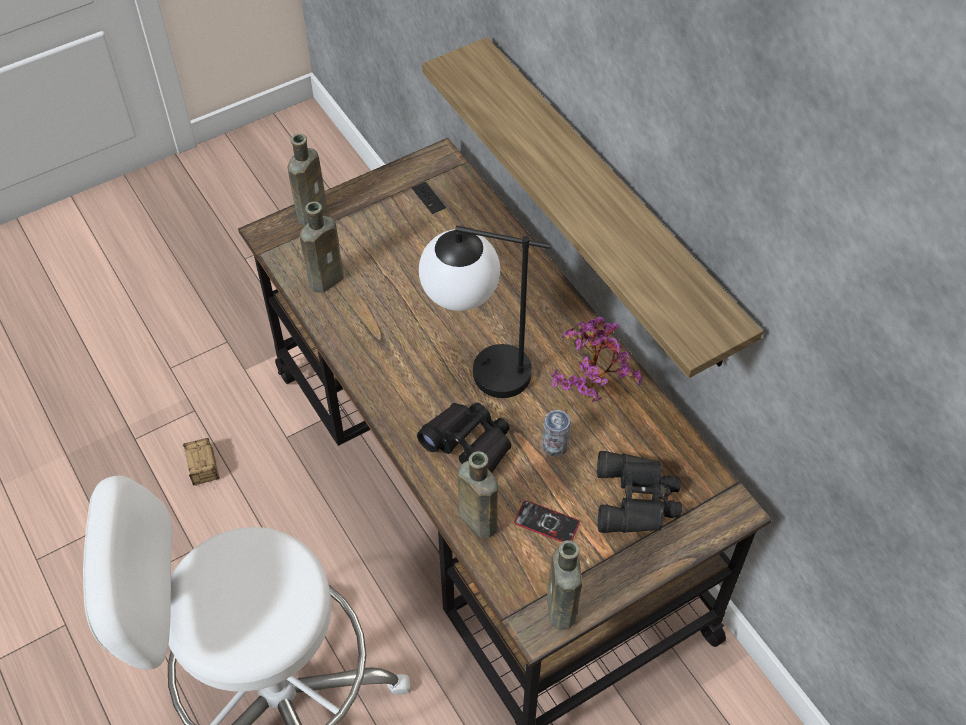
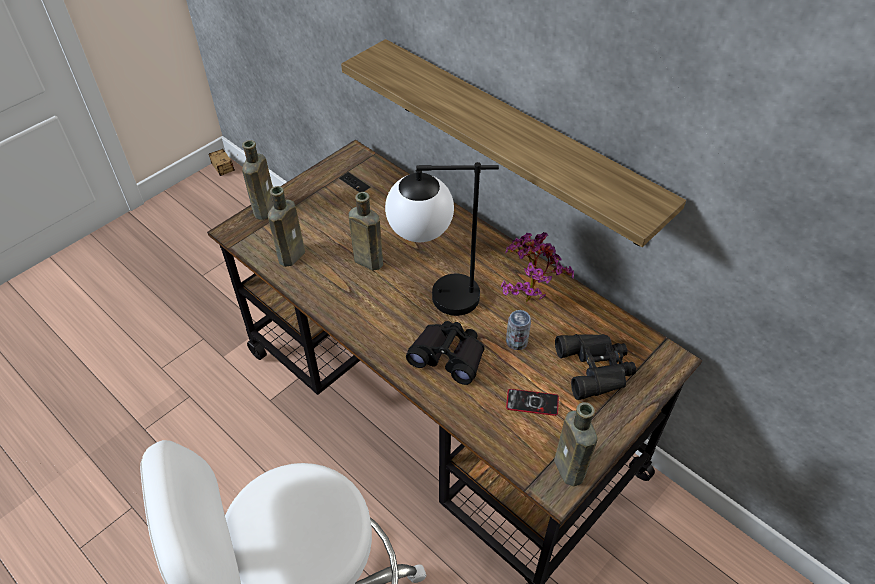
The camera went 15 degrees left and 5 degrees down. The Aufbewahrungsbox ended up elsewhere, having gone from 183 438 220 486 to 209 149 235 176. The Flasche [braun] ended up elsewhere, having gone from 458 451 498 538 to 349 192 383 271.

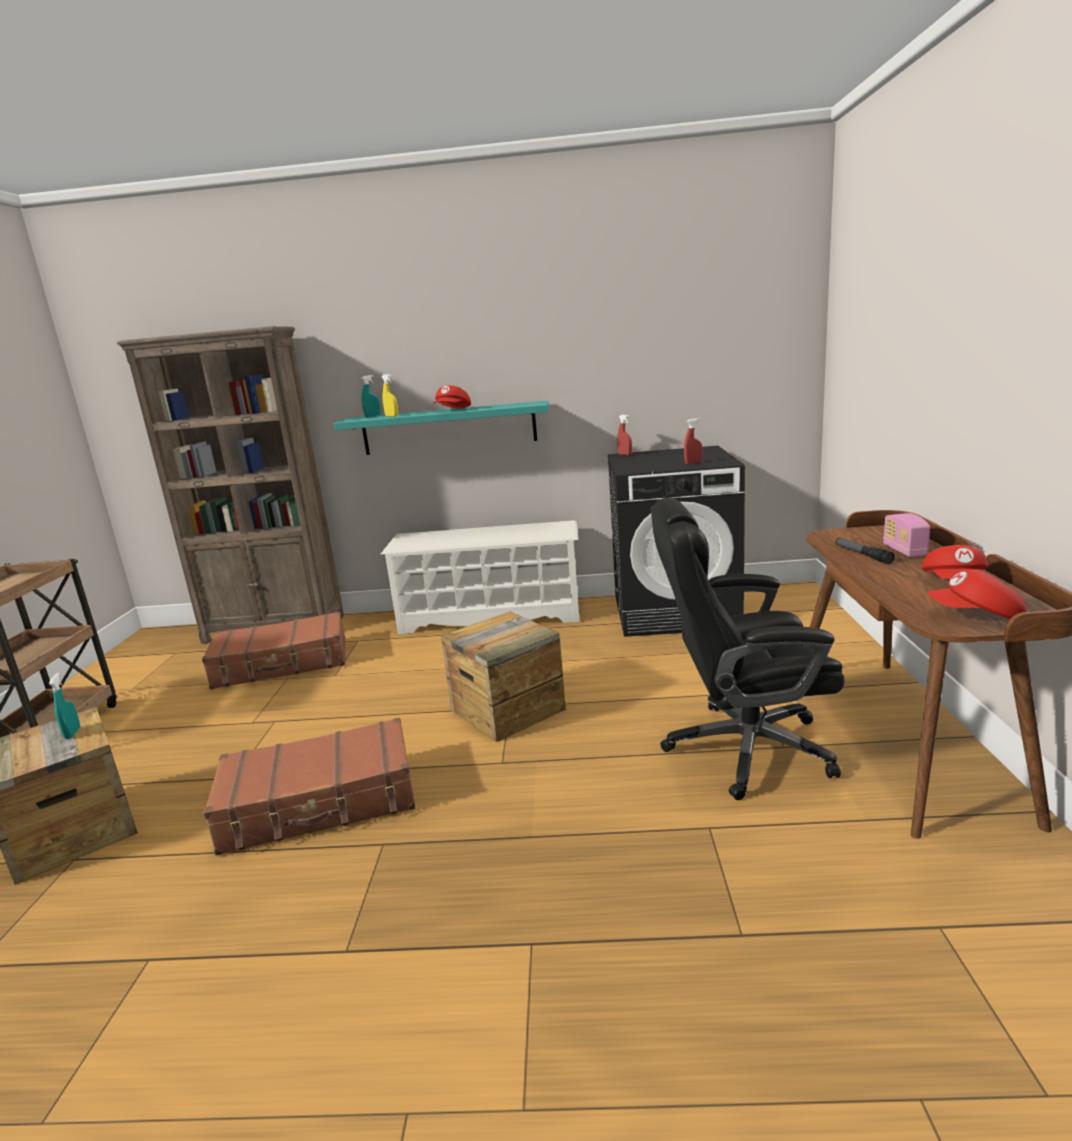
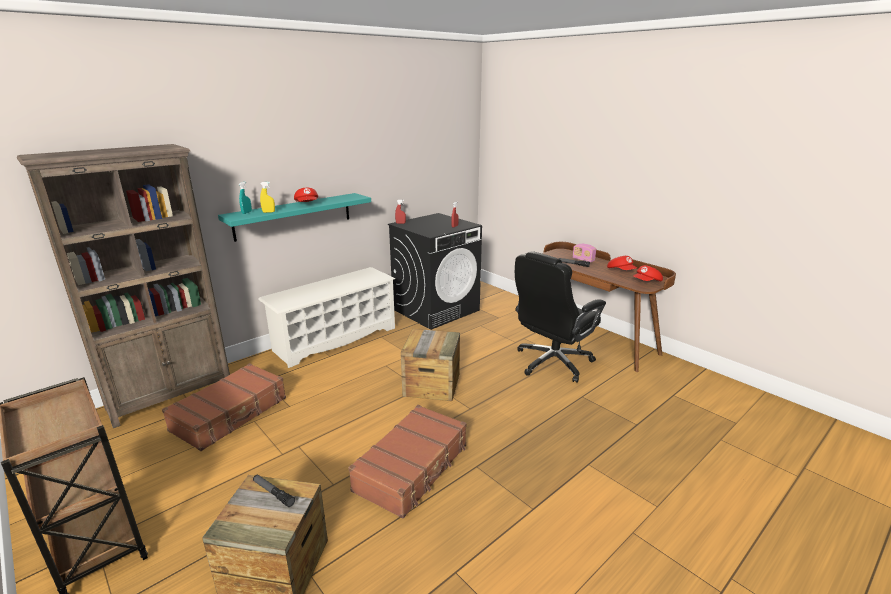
The camera went 45 degrees left and 5 degrees up. Where the Sprühflasche [türkis] stood at 49 673 80 739, the Taschenlampe came to stand at 253 475 295 507.

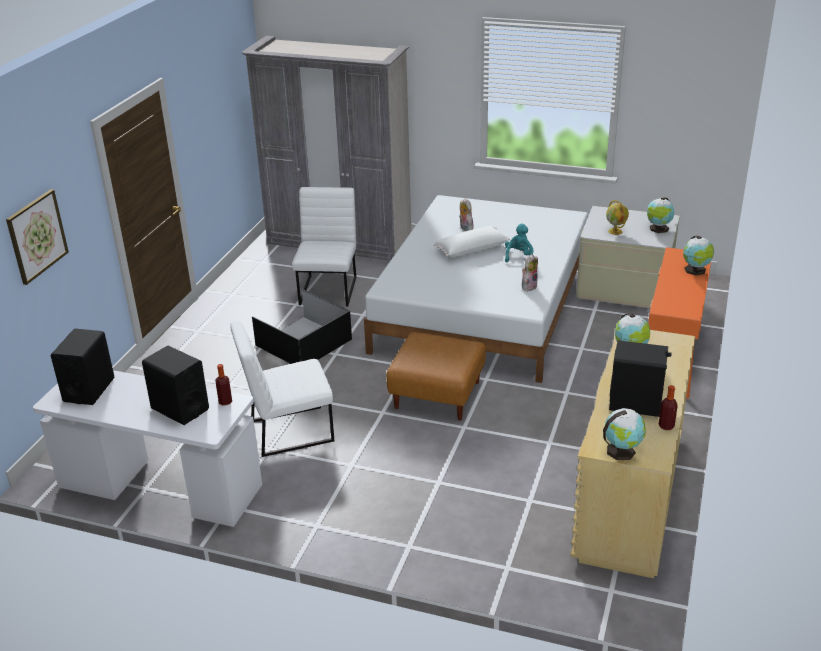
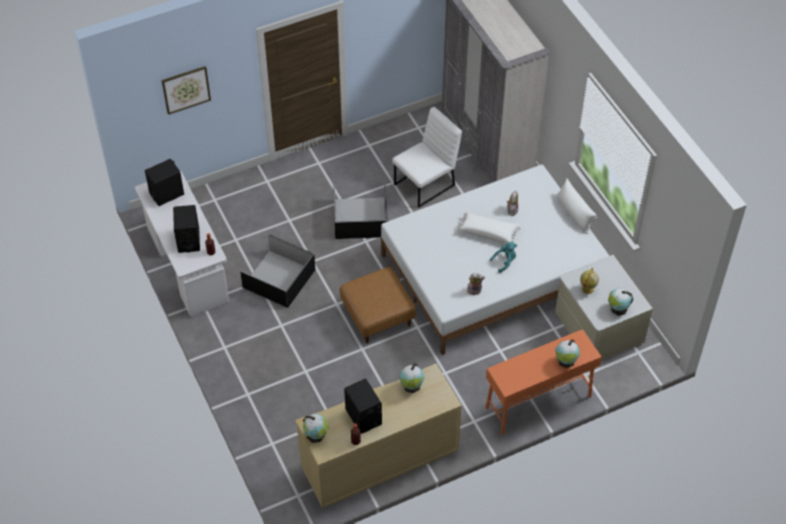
The camera went 45 degrees right and 20 degrees up. Where the Stuhl [weiß] stood at 230 320 334 457, the Aufbewahrungsbox [schwarz] came to stand at 240 234 315 307. The second view gained the Kissen [weiß] at 557 178 598 234.

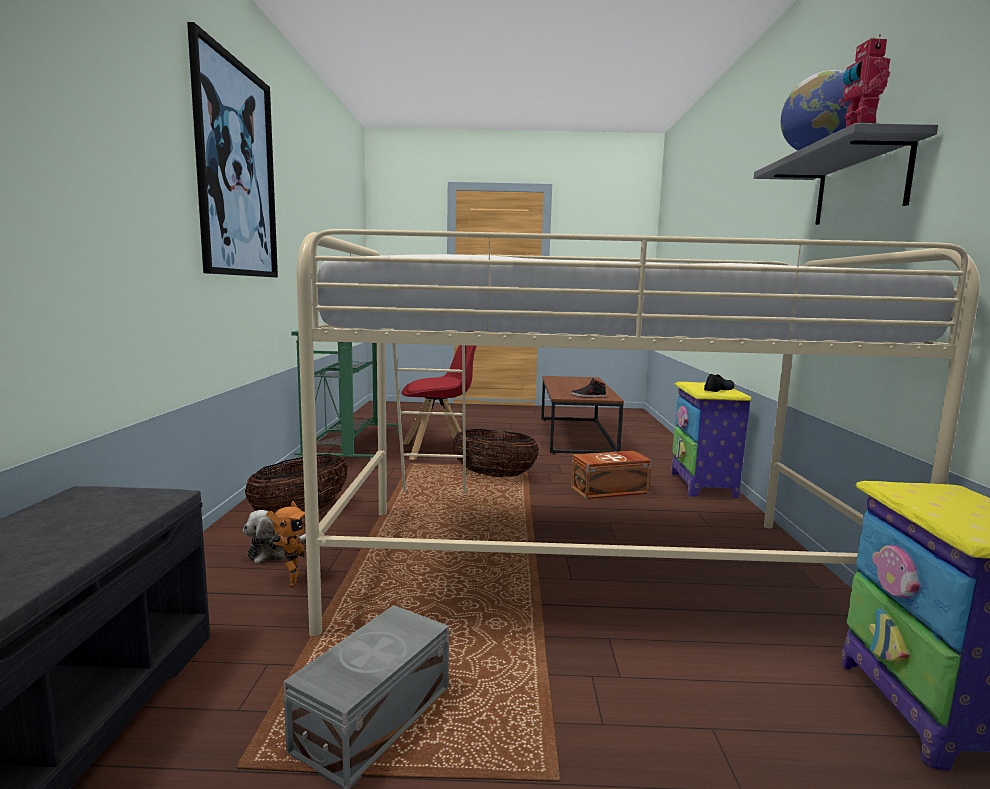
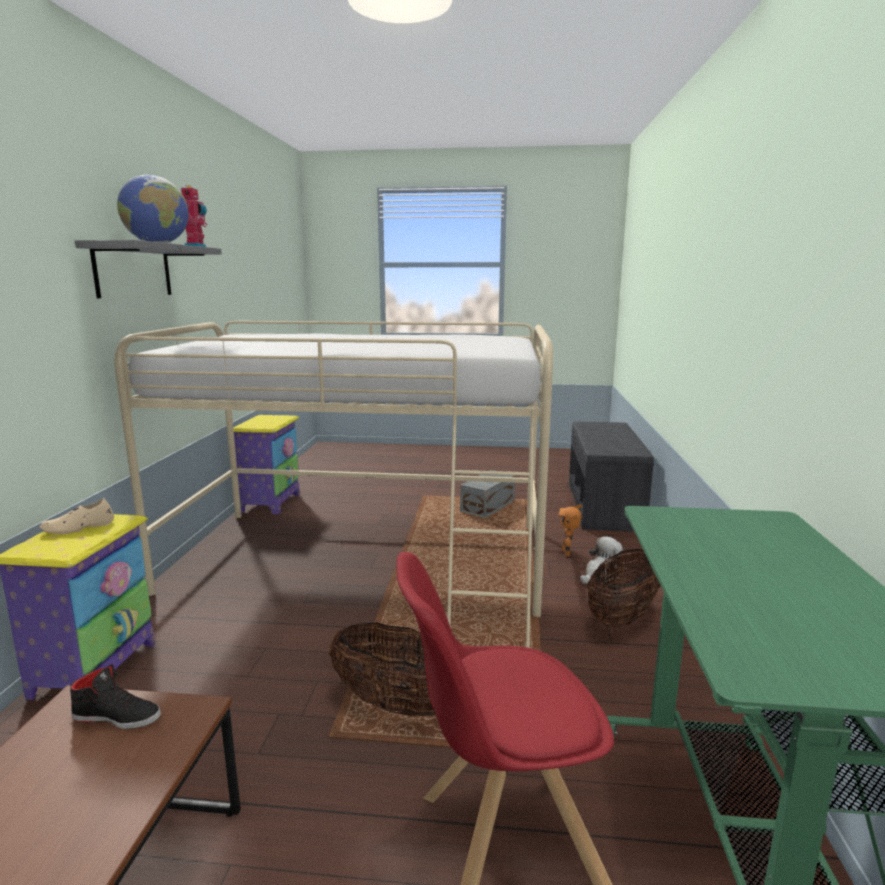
The camera went 175 degrees left and 5 degrees up. The second view lost the Bild at 187 22 278 277. The second view lost the Aufbewahrungsbox [braun] at 571 451 652 499. What was the Schuh [schwarz] at 704 374 734 392 turned into the Schuh [beige] at 40 498 114 534.

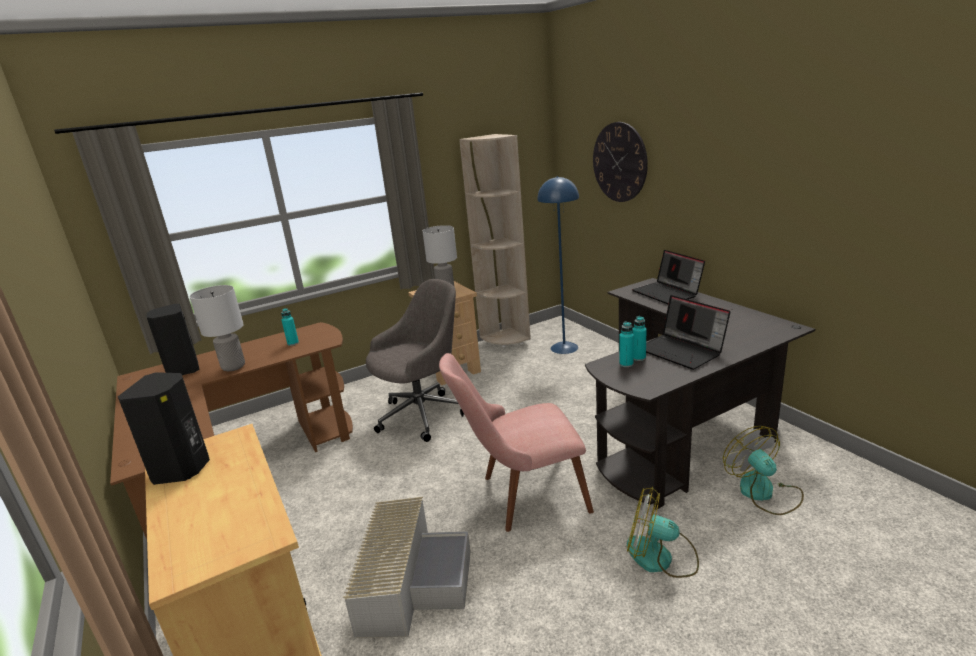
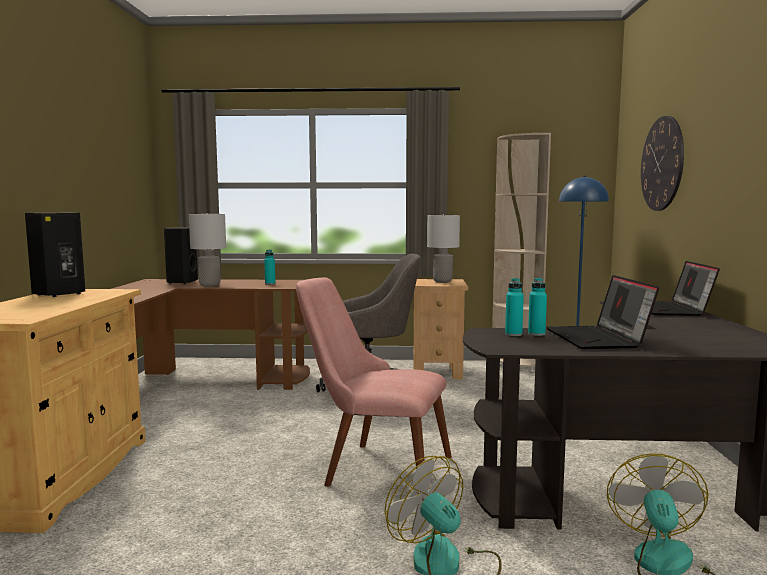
The camera went 30 degrees right and 15 degrees down. The second view lost the Aufbewahrungsbox [grau] at 343 497 471 638.

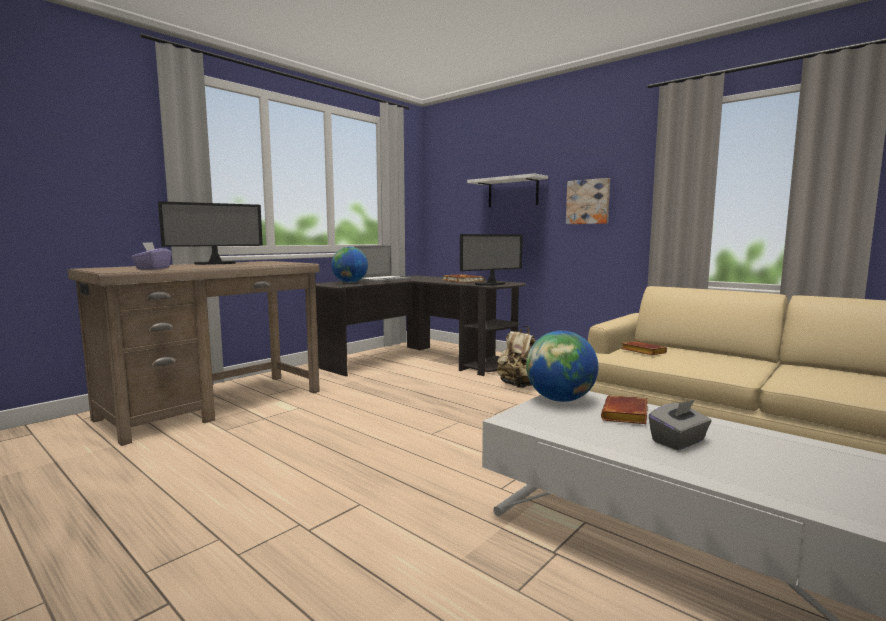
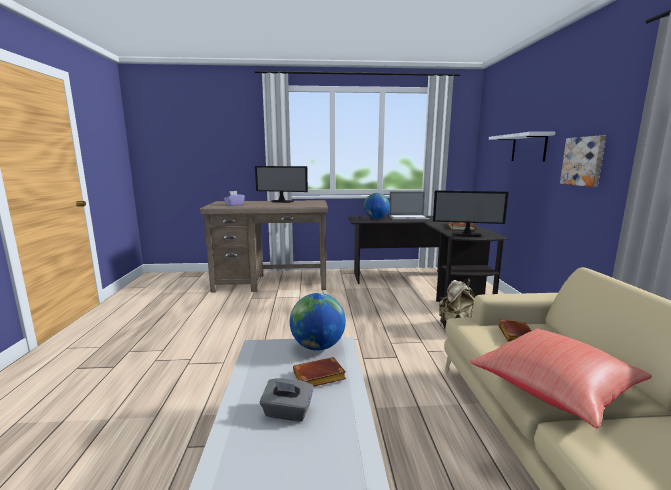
The camera went 45 degrees right and 5 degrees up. The second view gained the Kissen [rot] at 470 328 652 428.

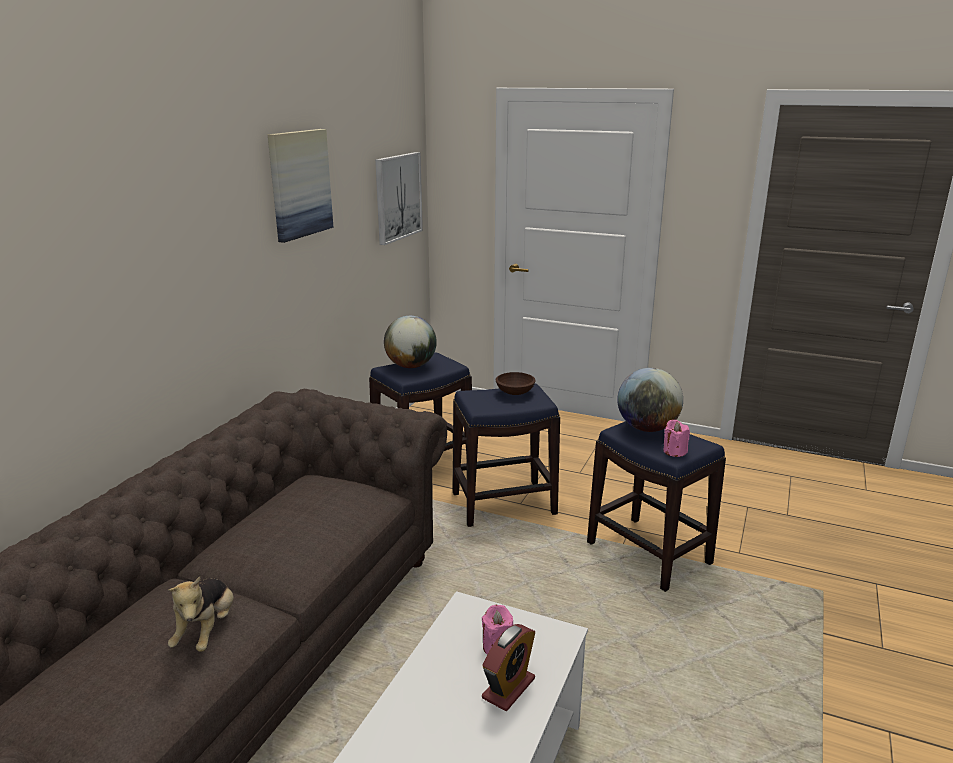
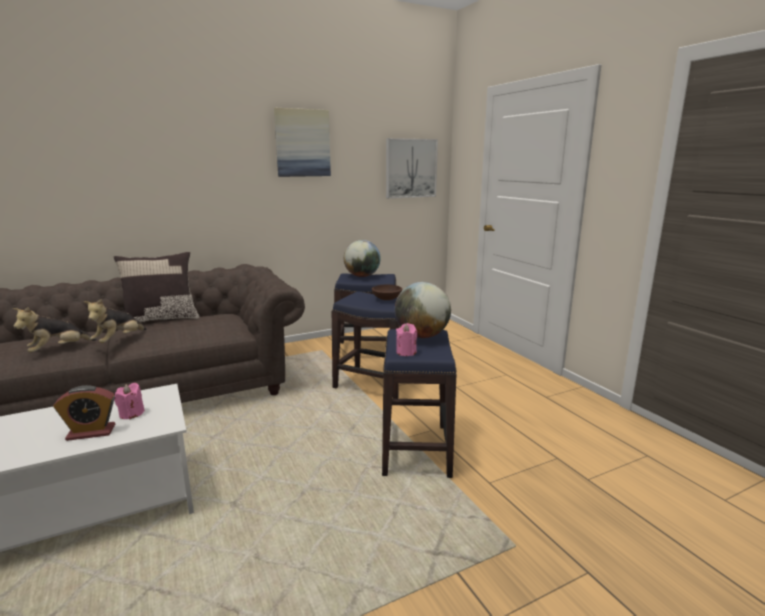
The camera went 40 degrees right and 5 degrees down. The second view gained the Plüschtier at 84 299 147 343. The second view gained the Kissen at 114 252 199 322.

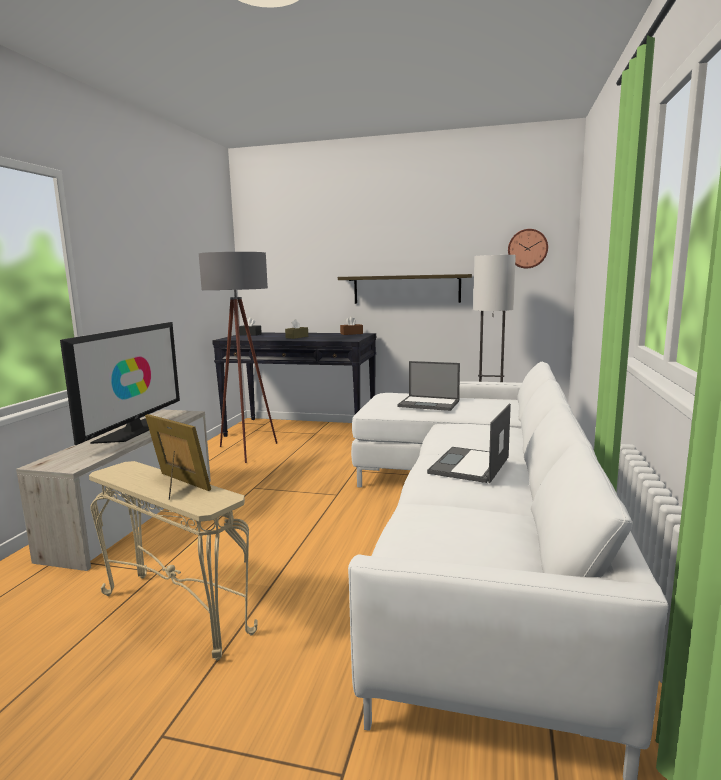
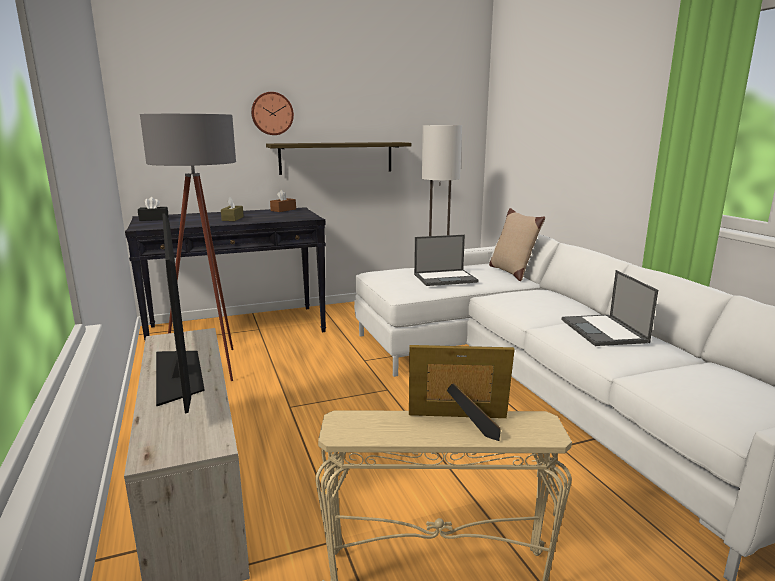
The camera went 35 degrees left and 5 degrees up. The Wanduhr ended up elsewhere, having gone from 508 229 548 269 to 251 92 294 135. The second view gained the Kissen [beige] at 489 208 545 281.

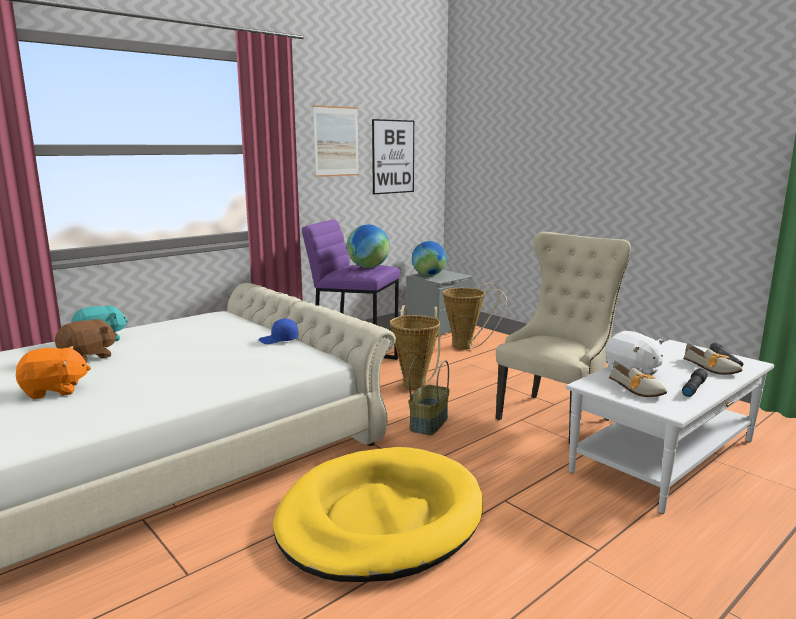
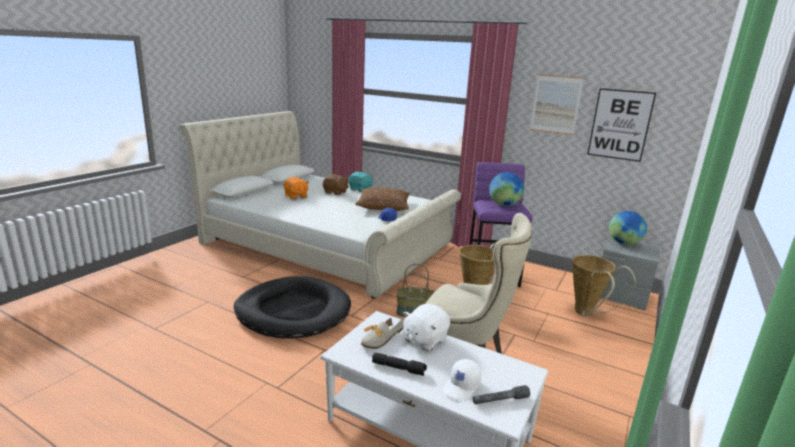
The camera went 70 degrees right and 5 degrees up. What was the Hundebett [gelb] at 273 447 483 582 turned into the Hundebett [schwarz] at 234 276 351 339. Where the Schuh stood at 683 343 743 375, the Kappe [weiß] came to stand at 443 359 481 400. The second view gained the Kissen [braun] at 356 187 410 211.

